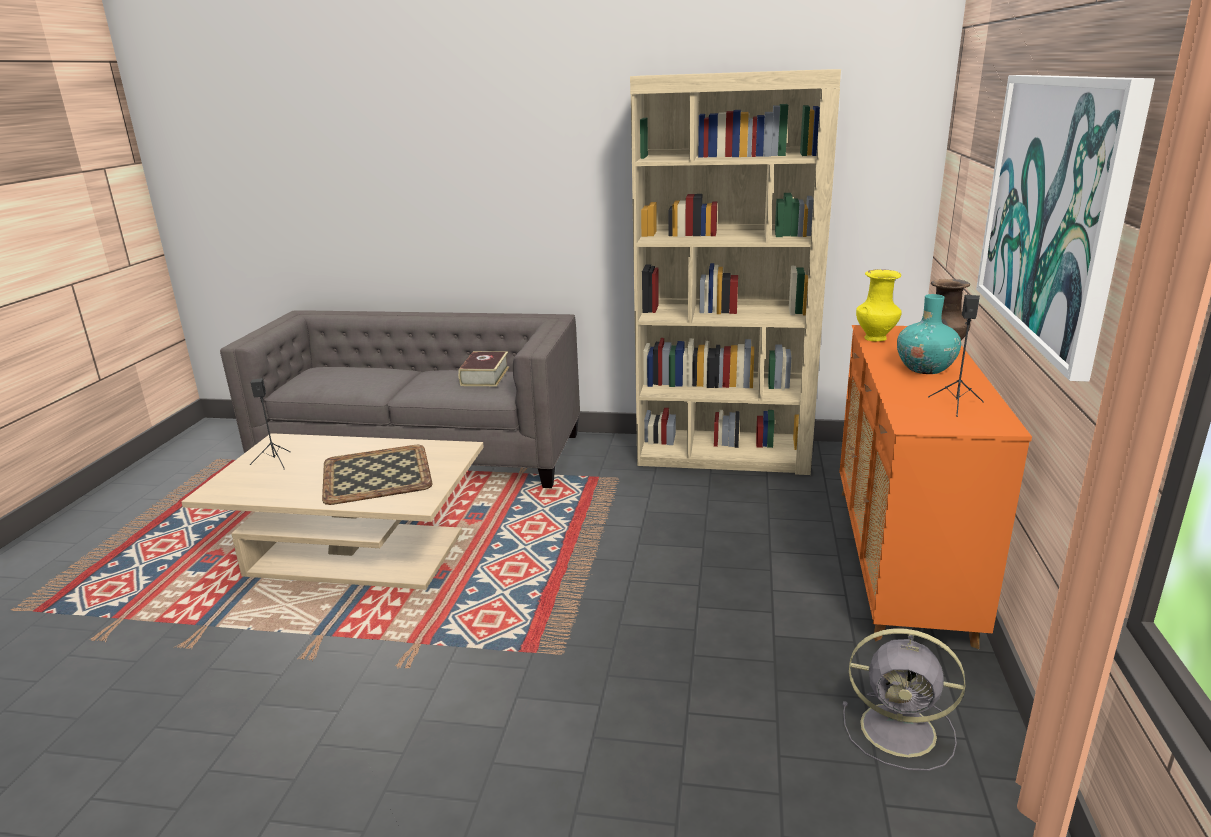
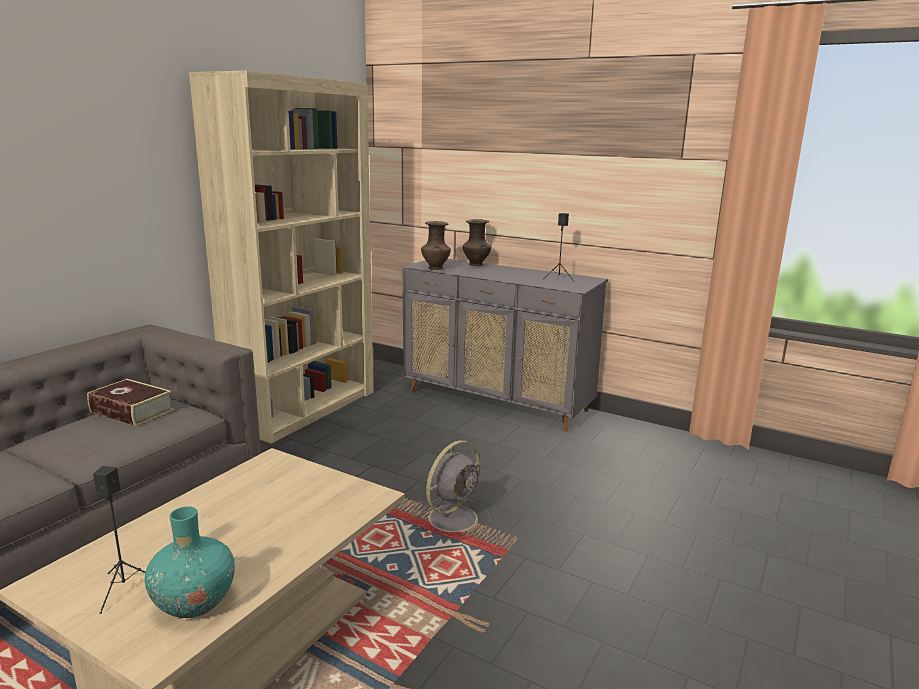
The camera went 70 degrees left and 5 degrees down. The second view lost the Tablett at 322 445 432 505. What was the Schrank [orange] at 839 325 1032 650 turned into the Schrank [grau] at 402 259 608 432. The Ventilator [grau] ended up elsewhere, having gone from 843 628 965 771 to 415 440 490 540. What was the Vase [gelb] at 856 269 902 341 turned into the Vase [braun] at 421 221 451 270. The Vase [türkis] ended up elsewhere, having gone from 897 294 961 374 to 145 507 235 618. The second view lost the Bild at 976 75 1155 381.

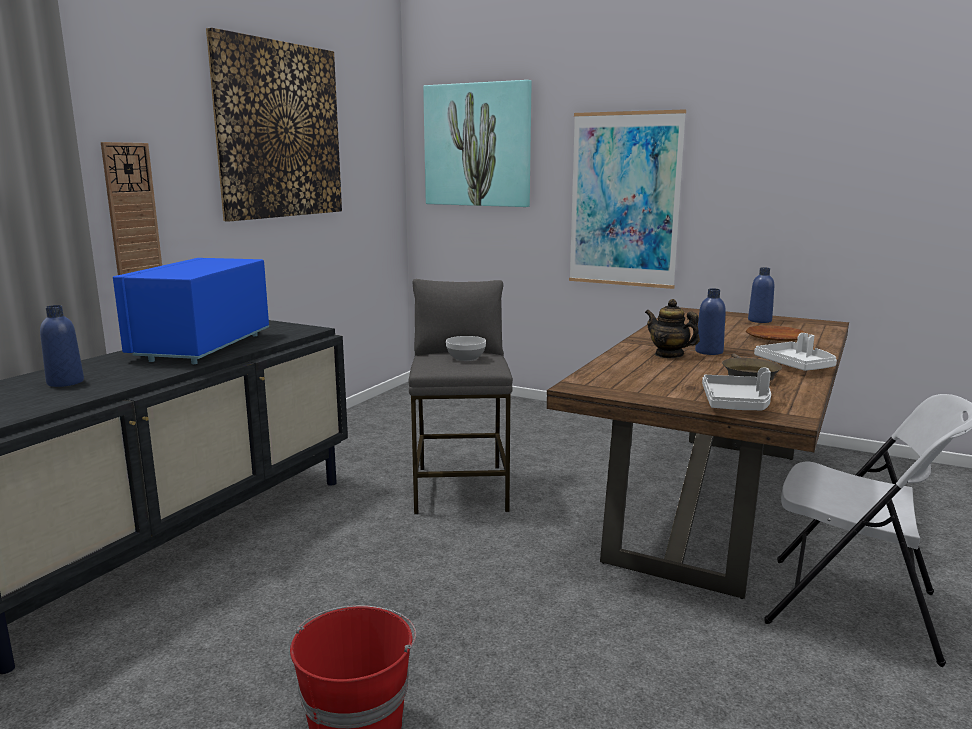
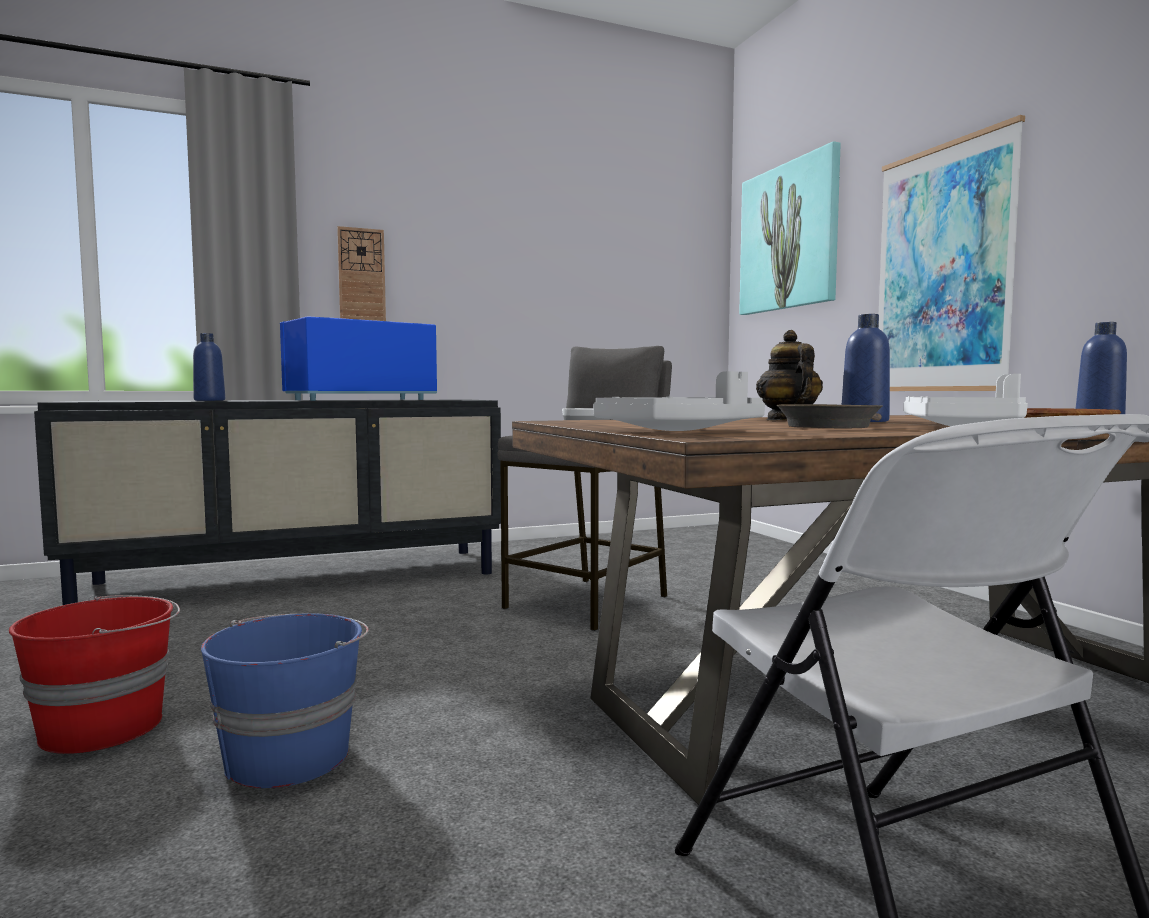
The camera went 40 degrees right and 10 degrees down. The second view lost the Bild at 206 28 342 222. The second view gained the Eimer [blau] at 201 613 369 788.

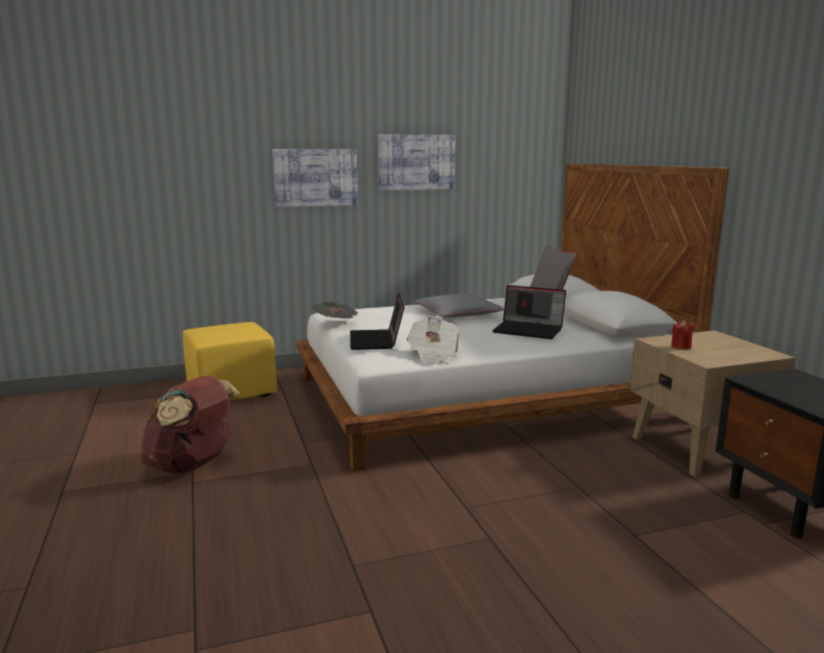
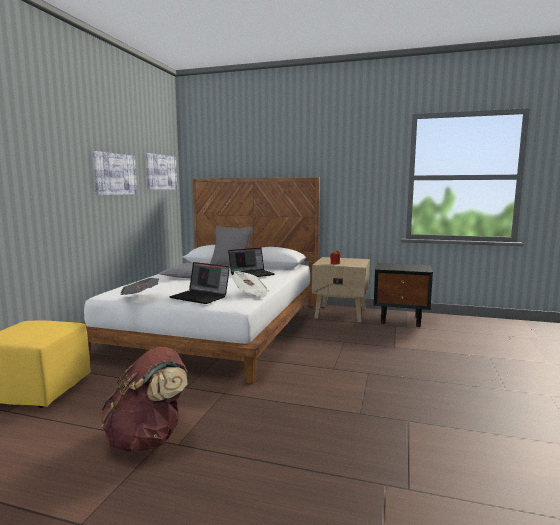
The camera went 55 degrees left and 5 degrees down. The Bild ended up elsewhere, having gone from 272 149 358 207 to 146 153 177 190.

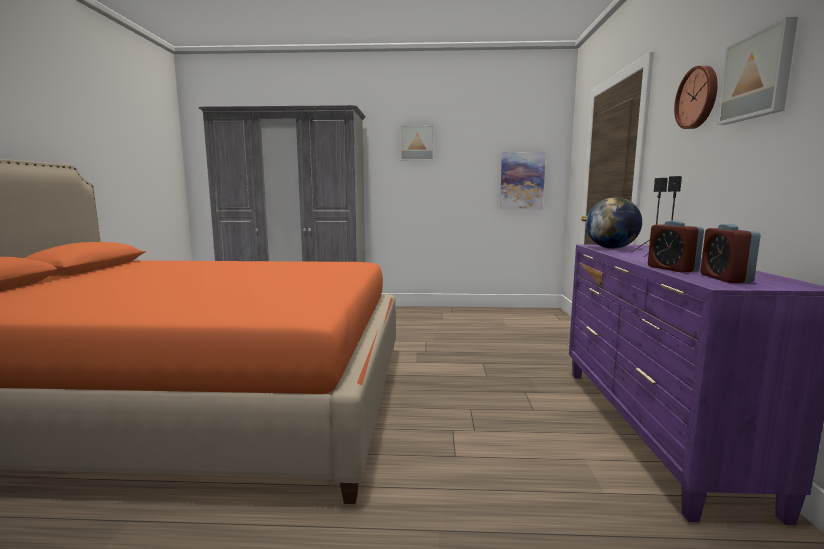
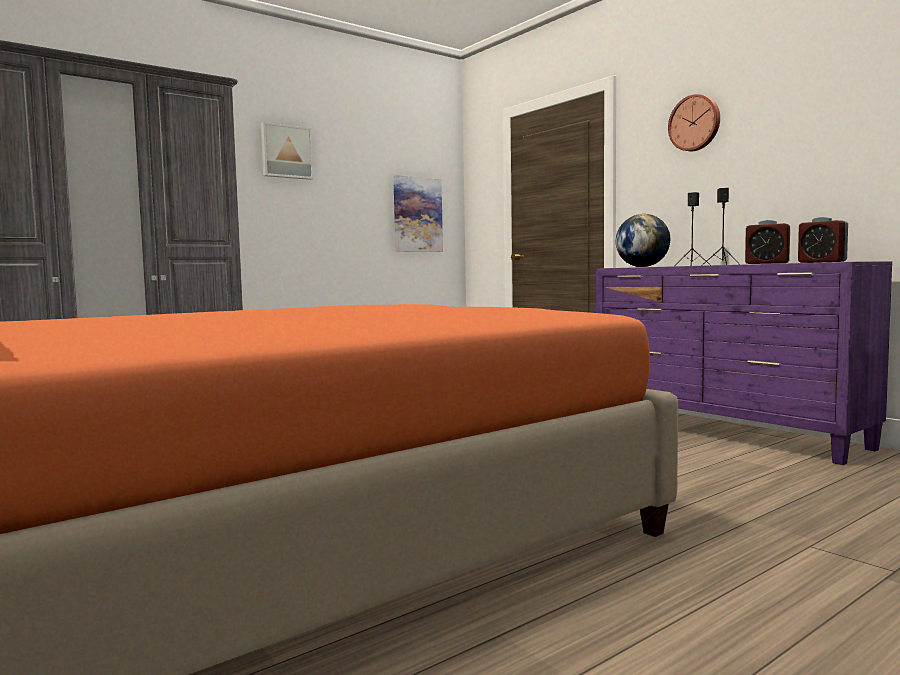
The camera went 40 degrees left and 5 degrees down. The second view lost the Bild at 717 17 798 125.

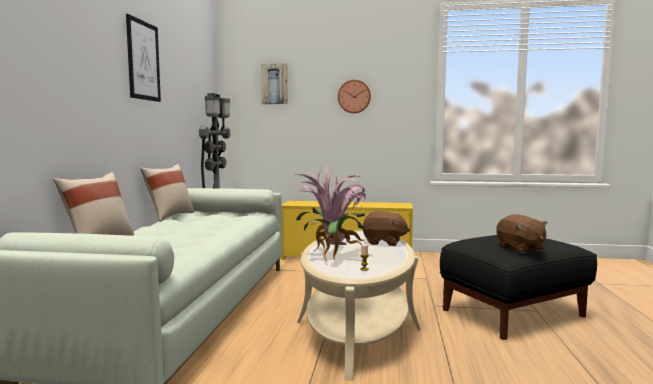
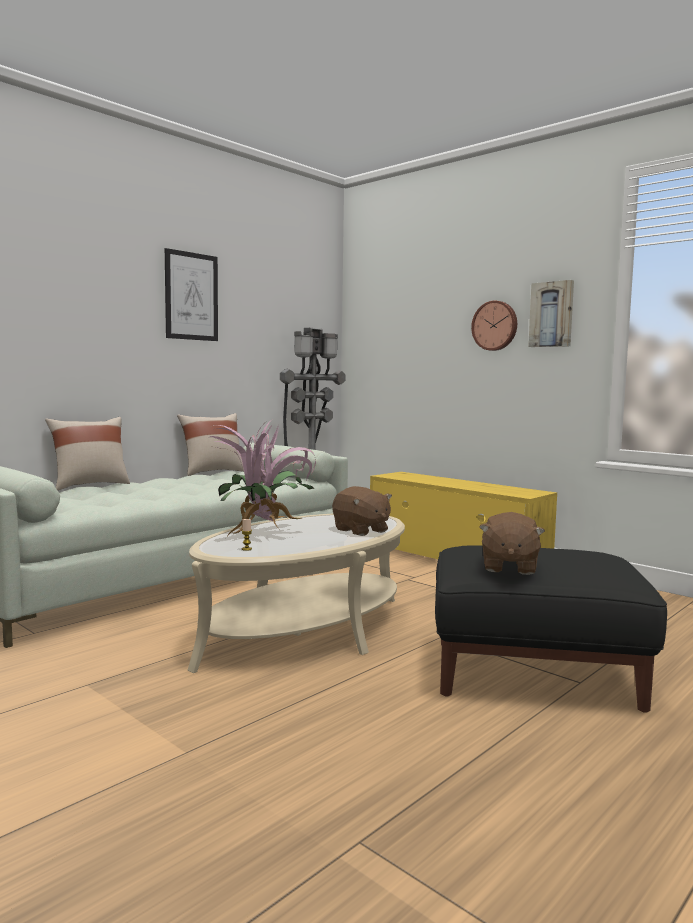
The camera went 35 degrees right and 0 degrees up. The Bild ended up elsewhere, having gone from 261 63 288 104 to 528 280 574 347.

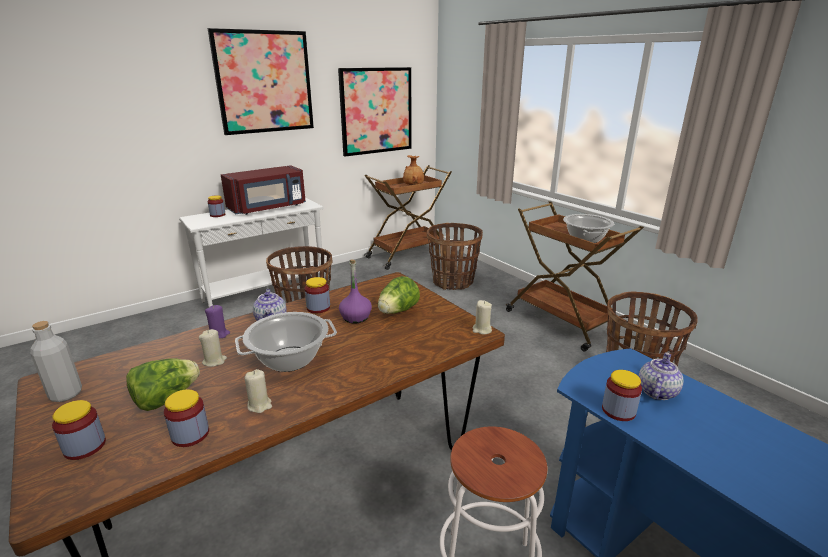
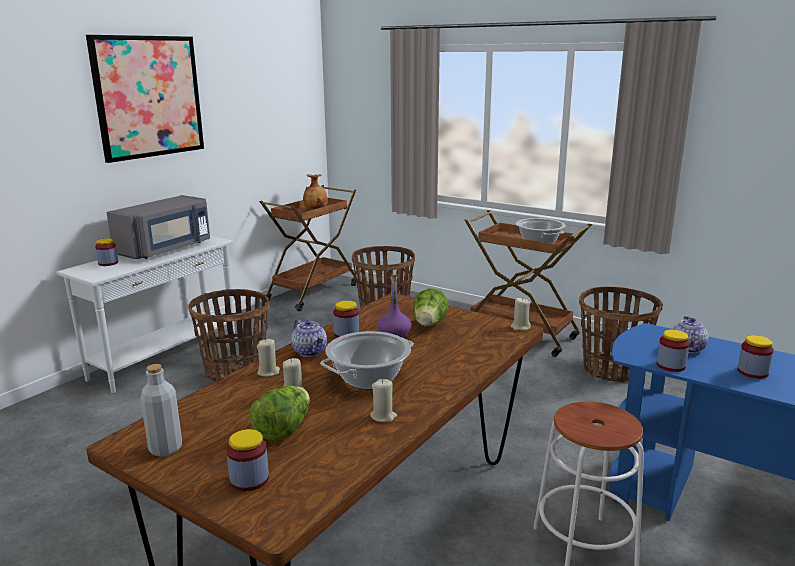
The camera went 20 degrees left and 5 degrees down. The Vorratsglas ended up elsewhere, having gone from 164 389 209 447 to 737 335 774 379. What was the Kerze [lila] at 205 305 230 338 turned into the Kerze [beige] at 257 339 280 377. What was the Mikrowelle [rot] at 221 165 306 215 turned into the Mikrowelle [grau] at 106 195 210 259. The second view lost the Bild at 338 67 411 157.

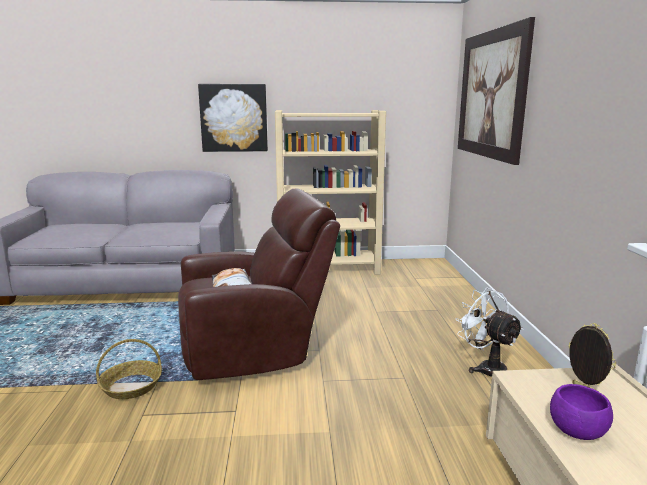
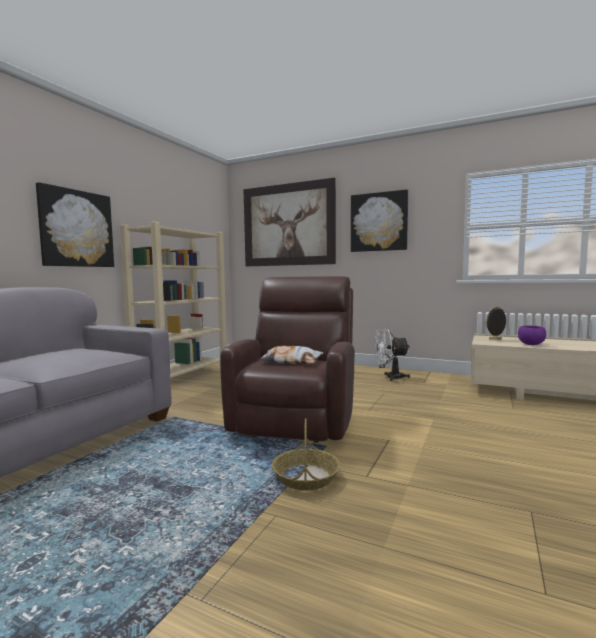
The camera went 60 degrees left and 10 degrees down. The second view gained the Bild at 351 189 408 252.

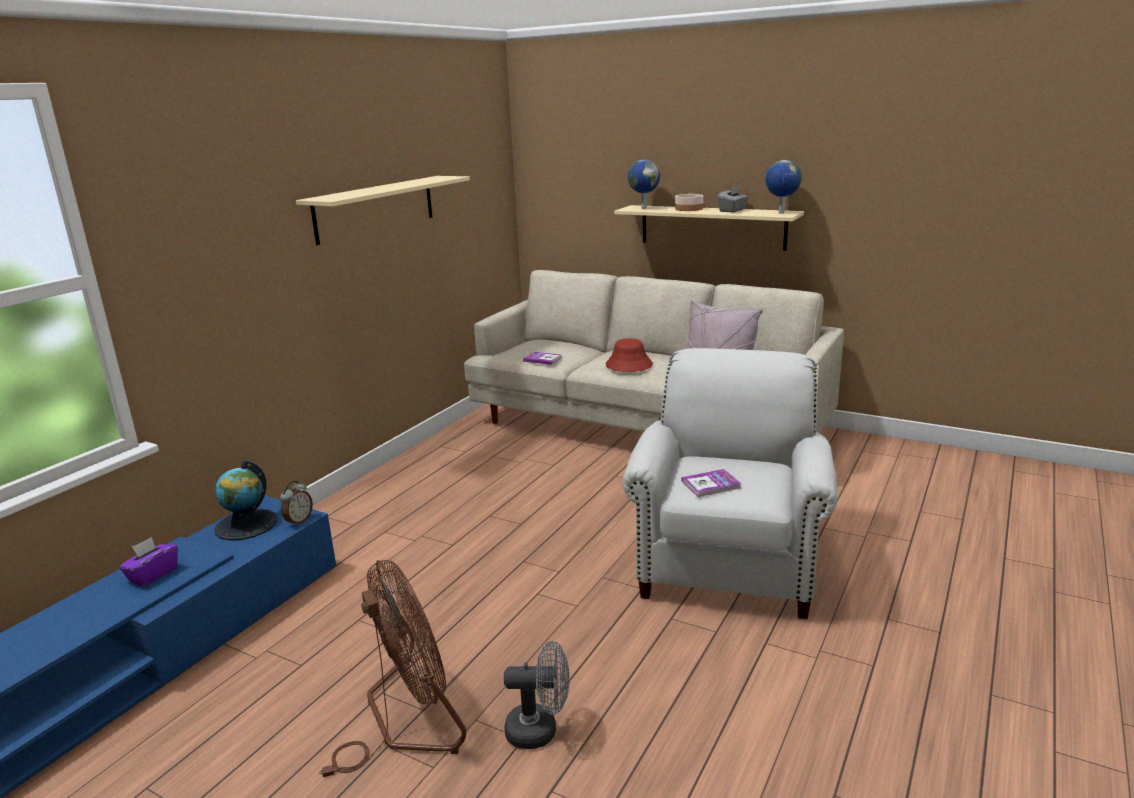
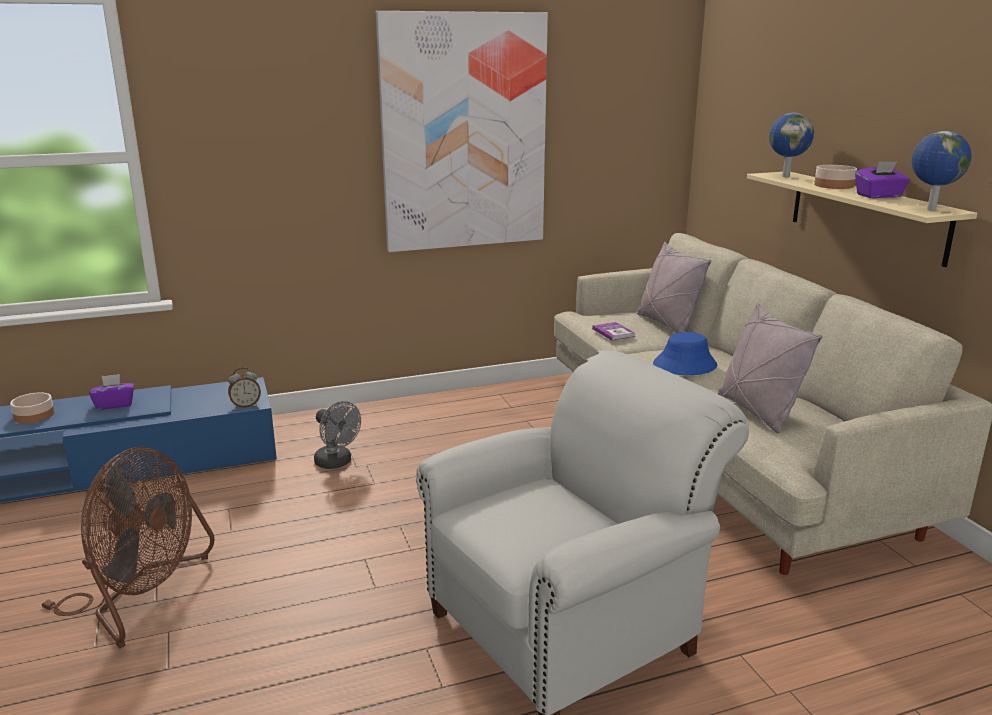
The camera went 40 degrees right and 0 degrees up. The second view lost the Globus at 214 460 278 541. Where the Wandregal [beige] hung at 296 176 470 245, the Bild came to hang at 376 11 548 252. The Ventilator [grau] ended up elsewhere, having gone from 504 641 569 749 to 314 401 361 469. What was the Hut [rot] at 606 338 653 372 turned into the Hut [blau] at 653 332 717 375. The second view lost the Buch at 682 469 742 497. What was the Taschentuchbox [grau] at 717 185 748 212 turned into the Taschentuchbox [lila] at 855 161 910 198. The second view gained the Schüssel at 10 392 54 423. The second view gained the Kissen [lila] at 637 242 711 333.

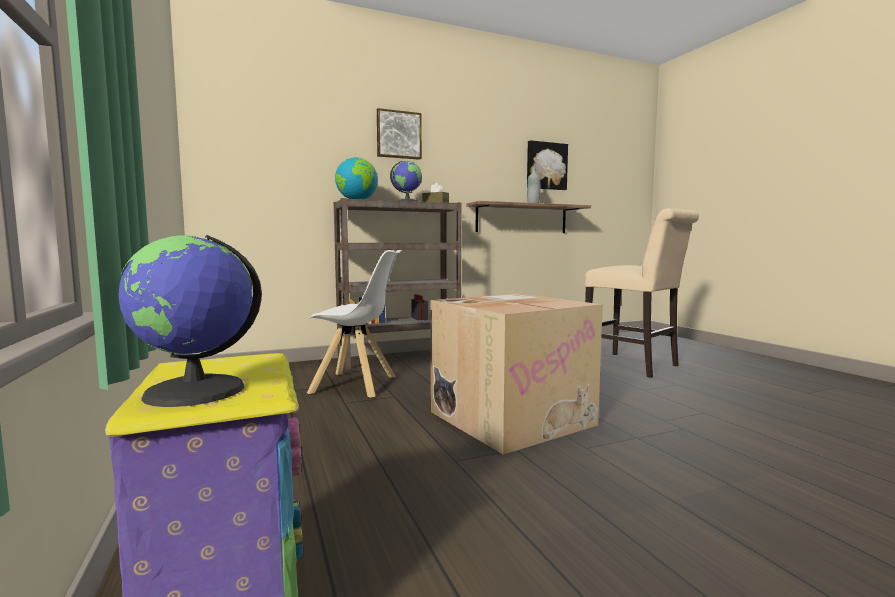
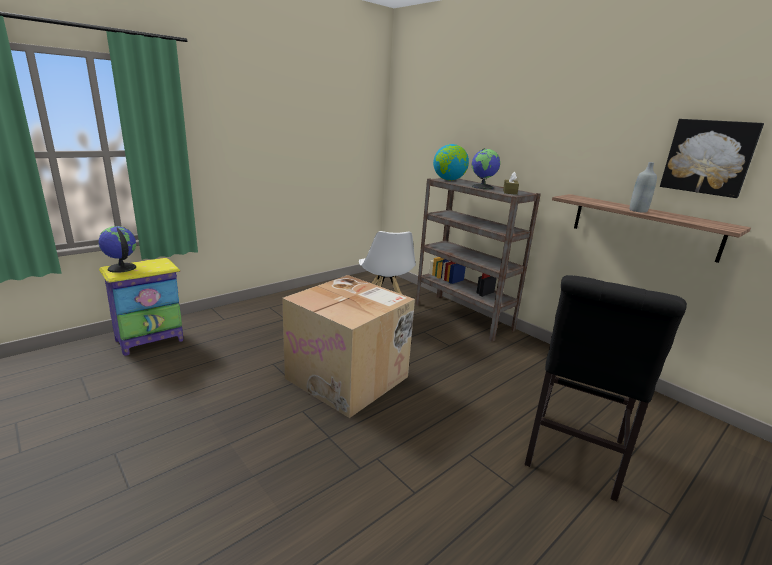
The camera went 70 degrees right and 15 degrees up. The second view lost the Bild at 377 108 422 160. What was the Hocker [beige] at 585 208 699 378 turned into the Hocker [schwarz] at 524 275 687 501.

